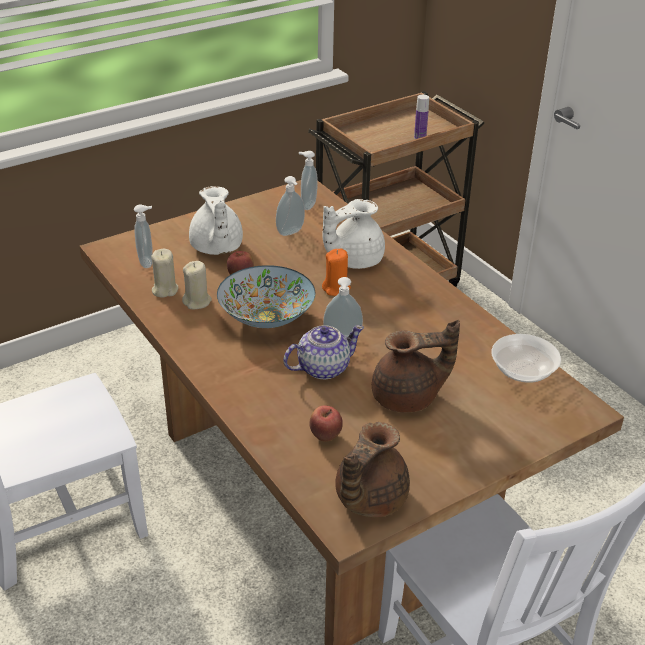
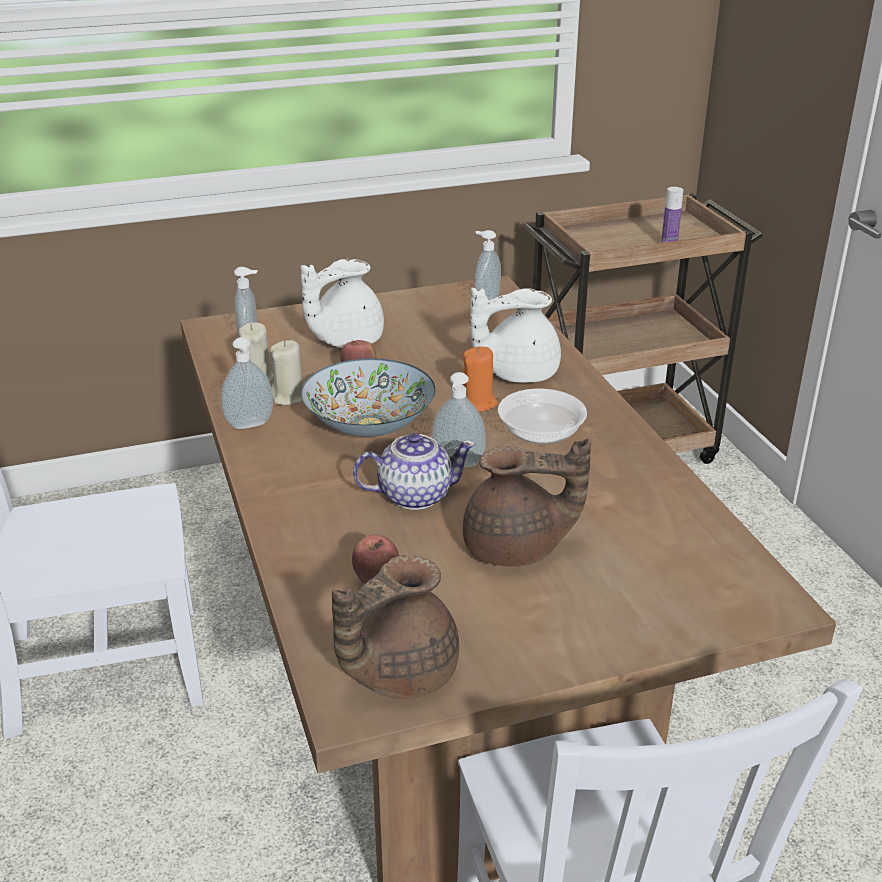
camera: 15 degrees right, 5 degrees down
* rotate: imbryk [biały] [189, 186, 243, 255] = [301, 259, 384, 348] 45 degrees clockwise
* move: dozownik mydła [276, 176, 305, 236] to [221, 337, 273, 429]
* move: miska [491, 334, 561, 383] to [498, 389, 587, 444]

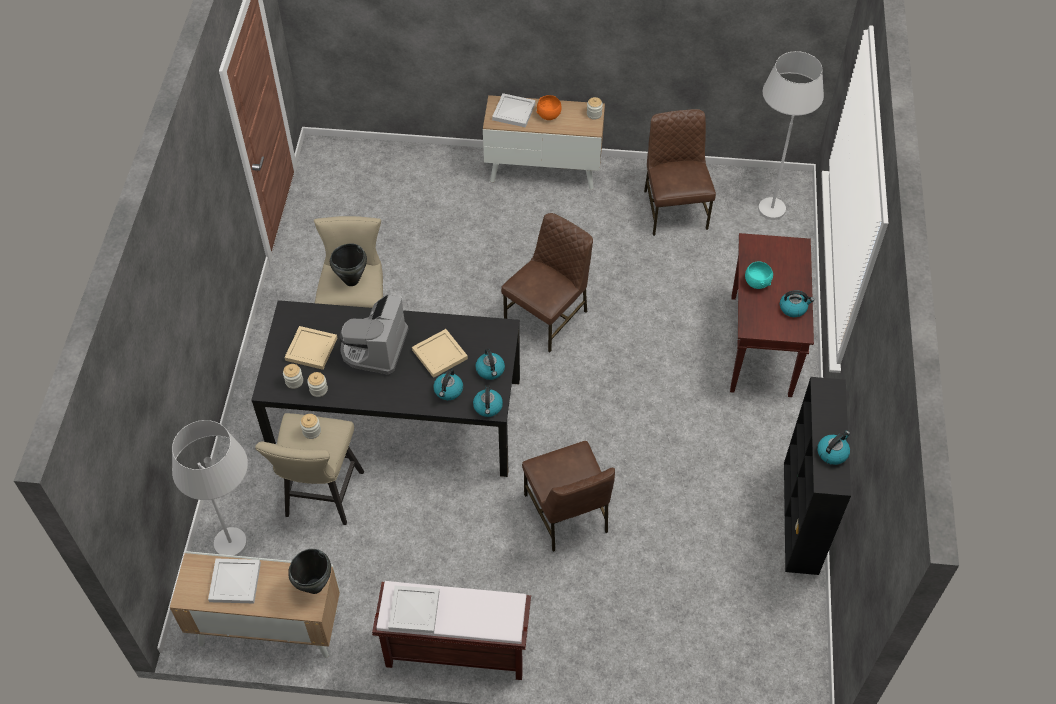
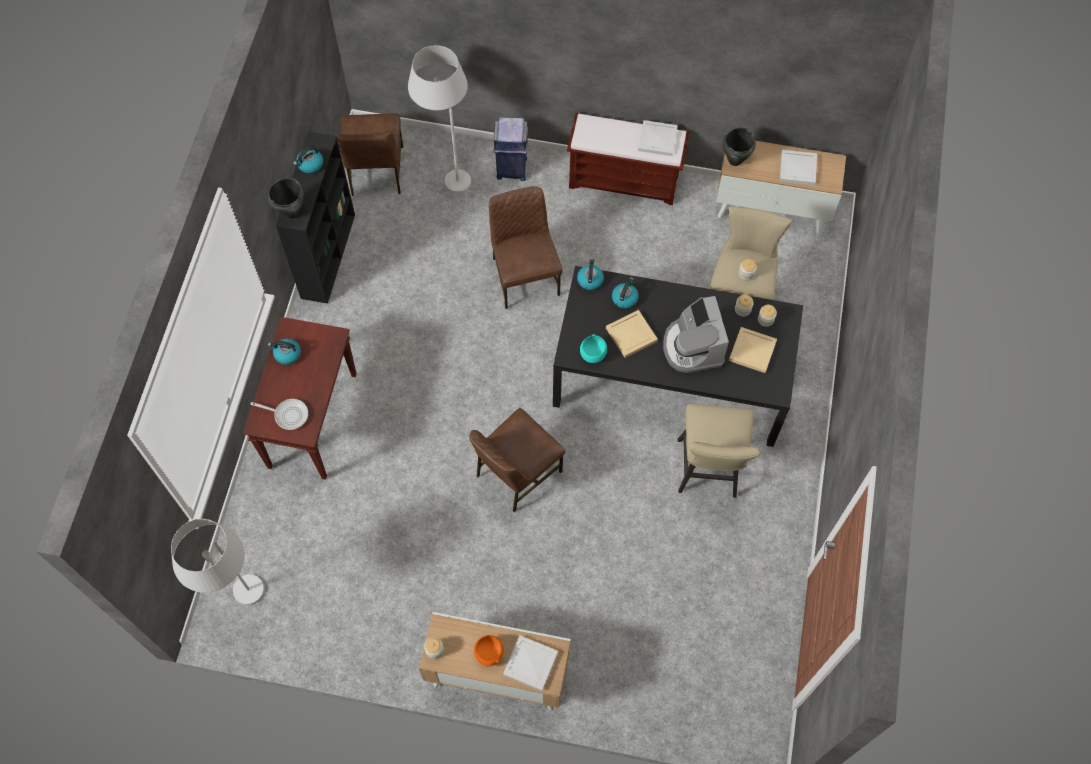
camera: 175 degrees left, 10 degrees up
* move: lampa stojąca [biały] [172, 420, 248, 556] to [408, 45, 471, 193]
* move: garnek [czarny] [330, 243, 367, 286] to [268, 178, 305, 219]
* rotate: ekspres do kawy [340, 294, 409, 375] = [663, 296, 729, 373] 150 degrees clockwise
* delete: czajnik [475, 348, 505, 380]
* move: krzesło [brązowy] [644, 109, 716, 236] to [337, 113, 403, 196]
* move: miska [turkusowy] [745, 262, 773, 289] to [580, 334, 607, 363]
* insert: patelnia [250, 399, 308, 430]
* insert: kosz na śmieci [niebieski] [494, 117, 528, 181]

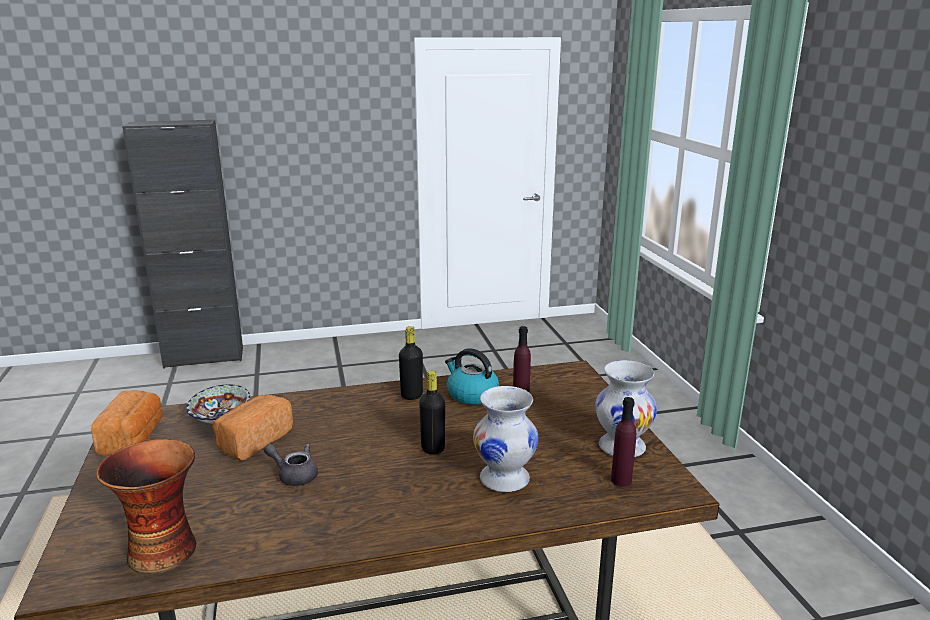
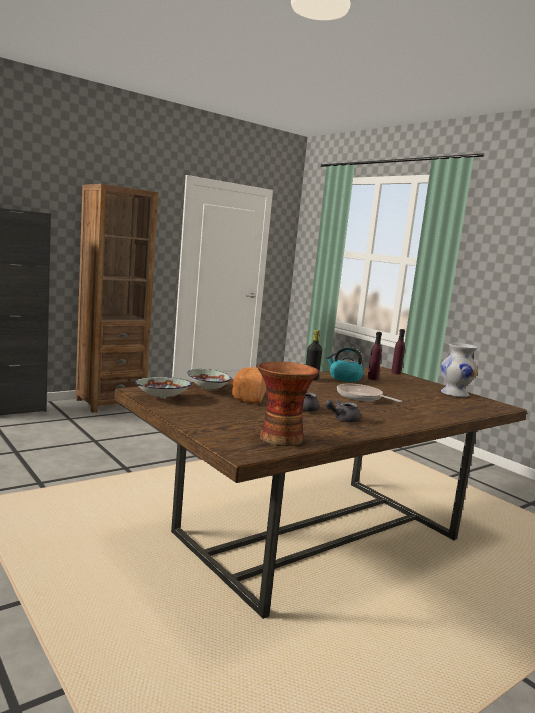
camera: 25 degrees left, 10 degrees down
* replace: chleb [91, 391, 163, 456] to miska [135, 377, 192, 399]
* replace: butelka [czarny] [419, 371, 445, 455] to patelnia [337, 384, 402, 402]
* delete: wazon [biały] [473, 386, 538, 492]
* move: butelka [fioletowy] [611, 397, 636, 487] to [391, 329, 405, 374]
* insert: regał [brązowy] [75, 184, 158, 413]
* insert: imbryk [szary] [325, 399, 361, 423]

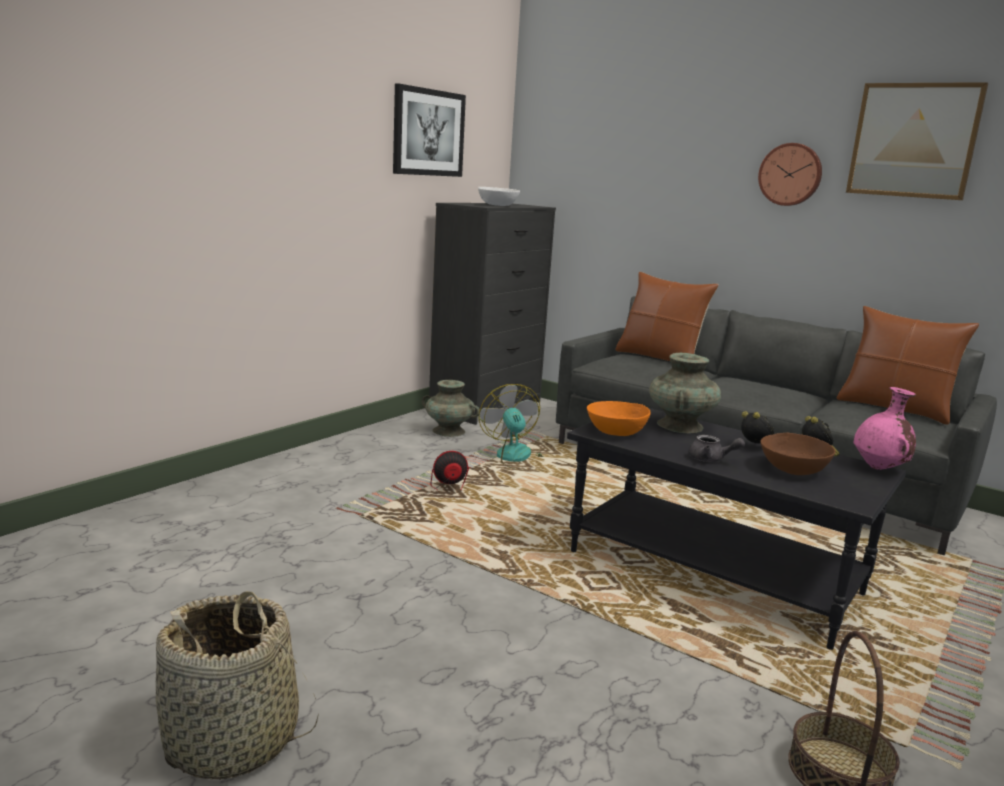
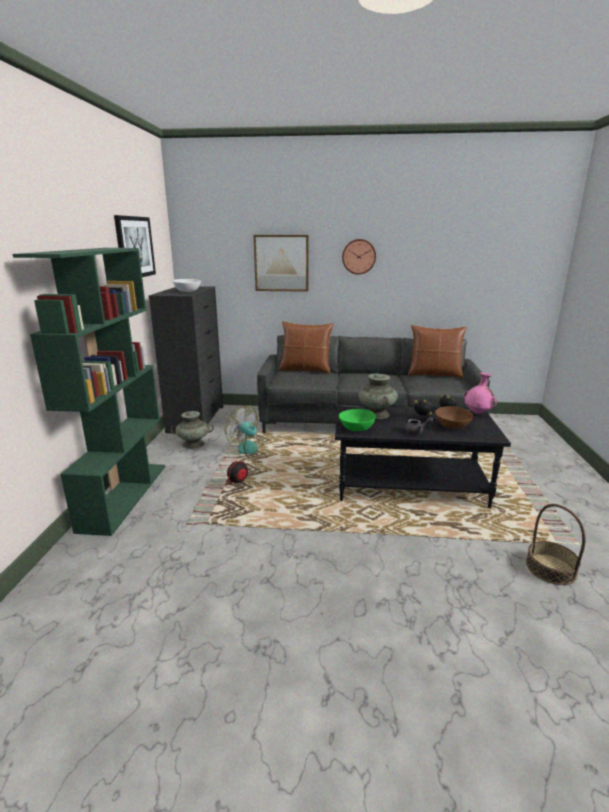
camera: 30 degrees left, 5 degrees up
* delete: koszyk [156, 591, 319, 780]
* recolor: miska [pomarańczowy] [587, 401, 650, 436] to miska [zielony] [339, 409, 376, 431]
* move: obraz [846, 82, 988, 200] to [253, 235, 309, 292]
* insert: regał [zielony] [13, 248, 166, 536]

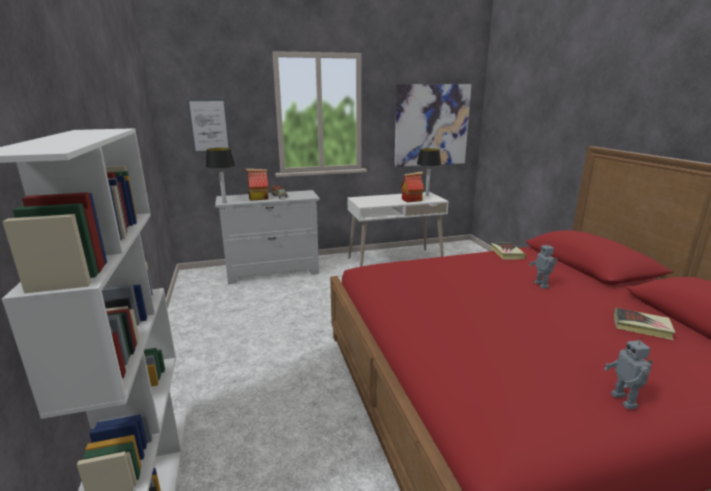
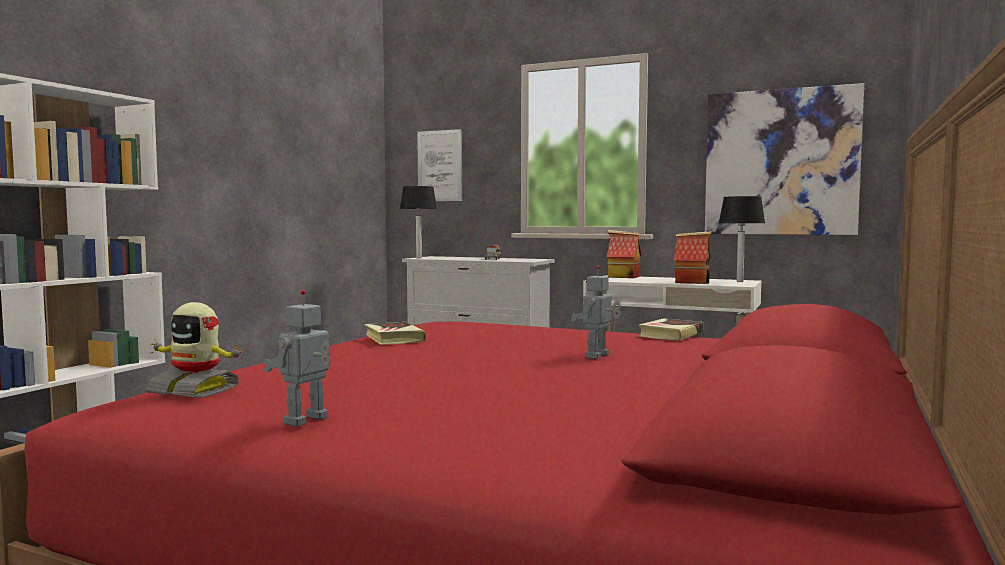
camera: 40 degrees right, 15 degrees down
* move: domek [245, 169, 269, 201] to [607, 230, 642, 278]
* move: książka [614, 308, 676, 340] to [365, 322, 426, 345]
* insert: robot zabawkowy [146, 302, 245, 397]

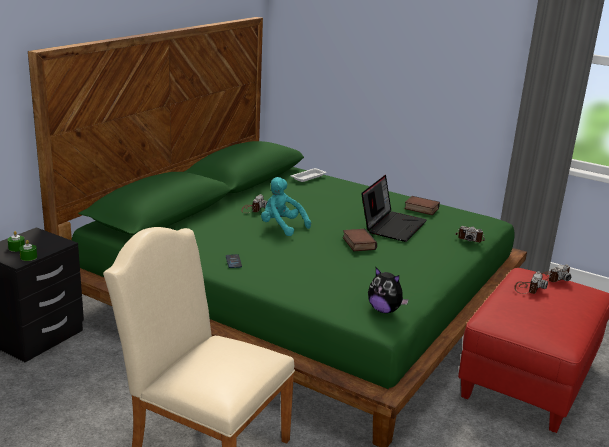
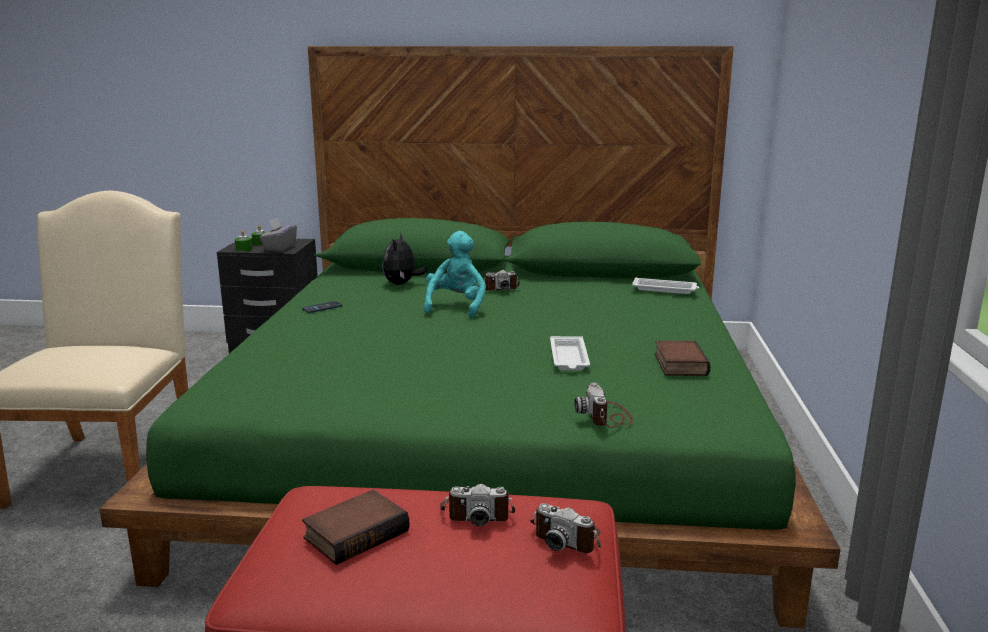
camera: 65 degrees right, 5 degrees down
* move: książka [343, 229, 377, 251] to [302, 489, 410, 565]
* replace: laptop [361, 175, 427, 242] to taca [biały] [550, 336, 590, 370]
* move: pluszak [368, 268, 409, 313] to [382, 233, 427, 285]
* insert: pudełko chusteczek [szary] [260, 218, 297, 252]

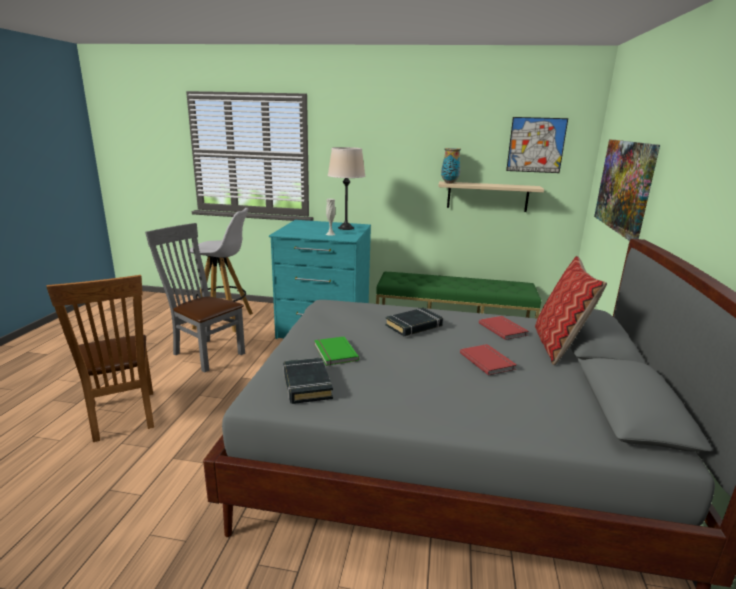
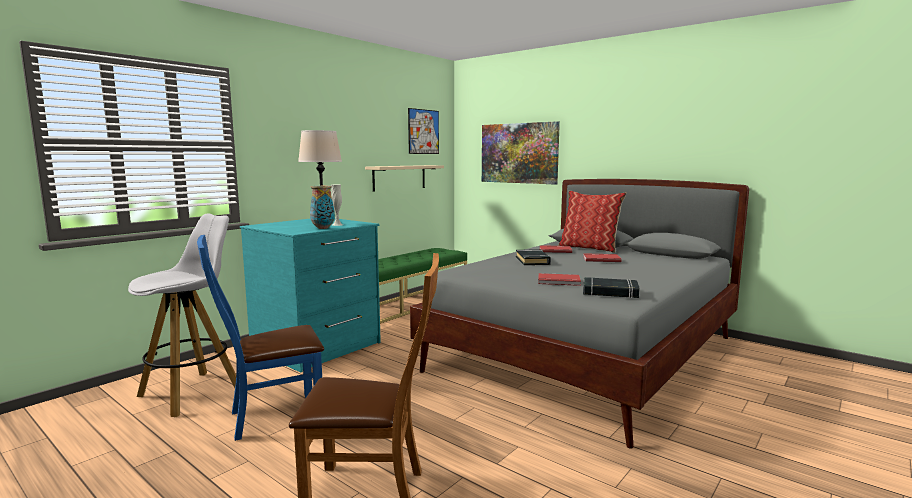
camera: 60 degrees left, 10 degrees down
* recolor: krzesło [szary] [145, 223, 245, 372] to krzesło [niebieski] [197, 235, 324, 441]
* recolor: książka [zielony] [314, 337, 359, 366] to książka [czerwony] [538, 273, 581, 286]
* move: wazon [441, 148, 461, 183] to [310, 186, 335, 229]

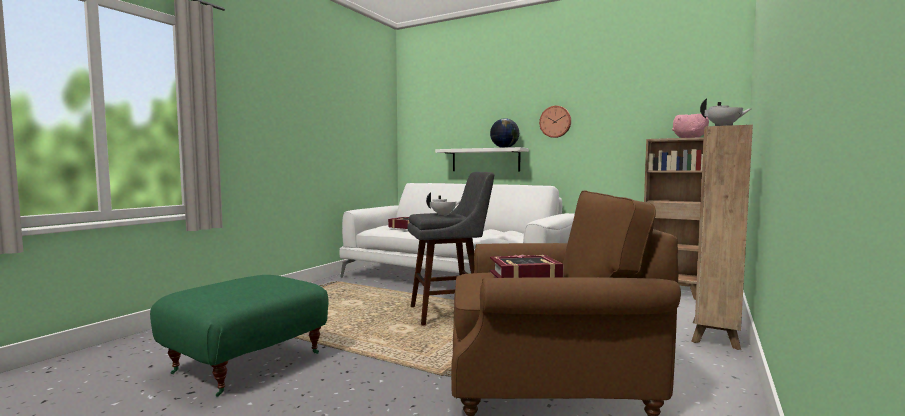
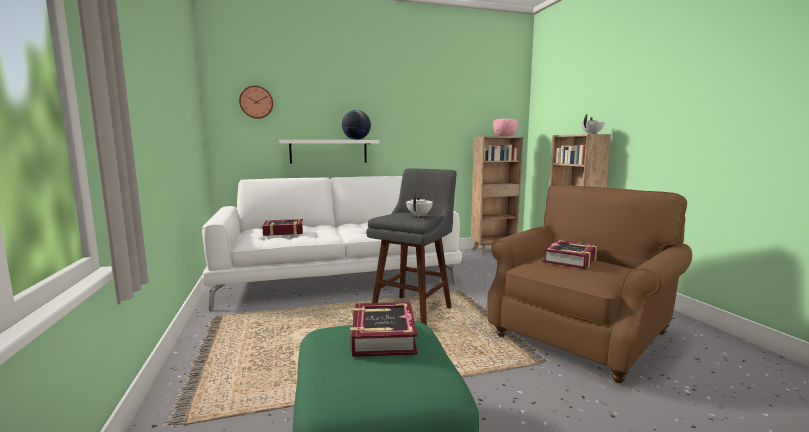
camera: 45 degrees left, 5 degrees up
* move: zegar ścienny [539, 106, 571, 138] to [239, 85, 273, 119]
* insert: książka [350, 302, 417, 357]

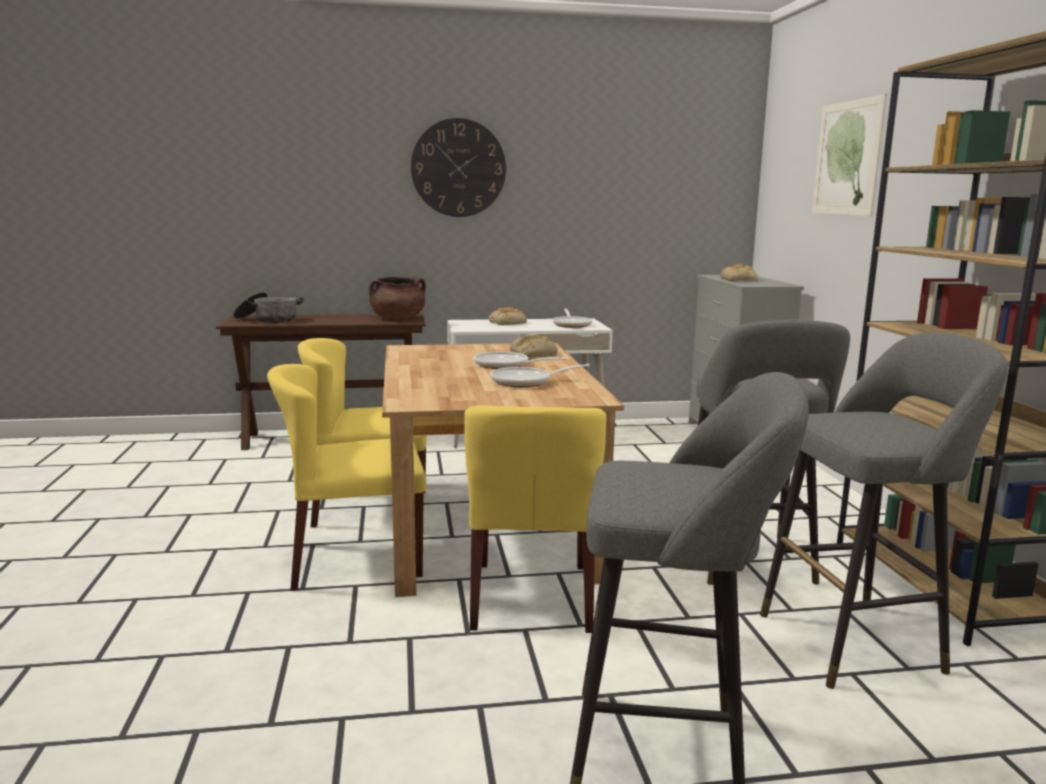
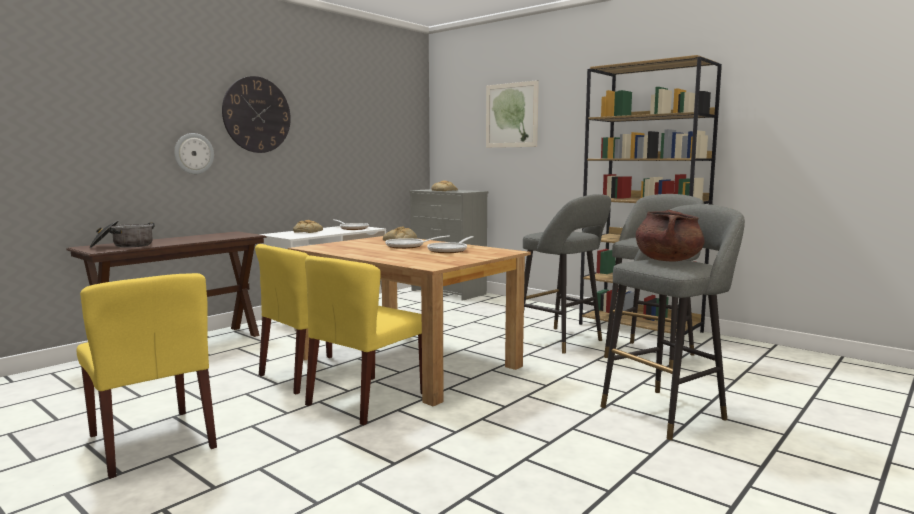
camera: 40 degrees left, 5 degrees down
* move: garnek [brązowy] [369, 277, 426, 319] to [636, 210, 705, 262]
* move: krzesło [żółty] [464, 406, 606, 633] to [77, 273, 217, 479]
* insert: zegar ścienny [174, 133, 214, 174]

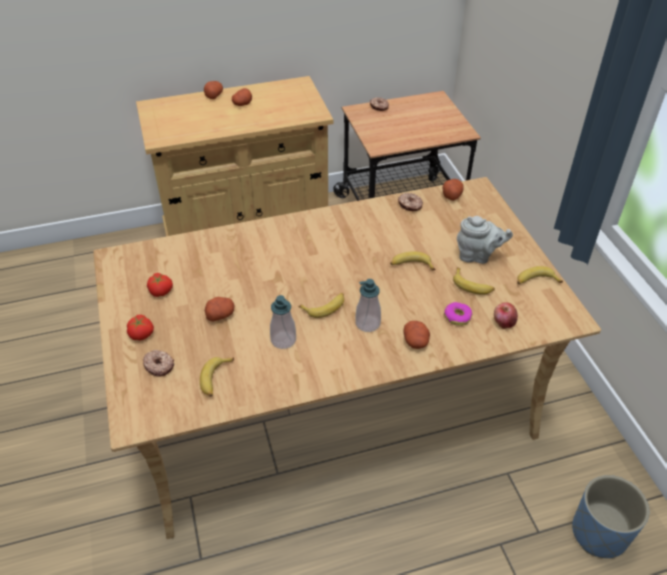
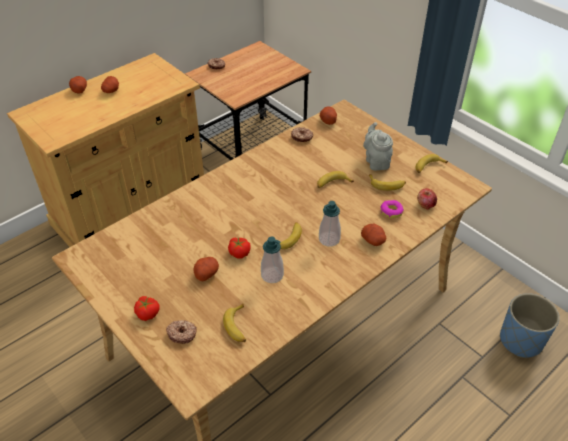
camera: 25 degrees left, 0 degrees up
* move: pomidor [147, 273, 173, 297] to [228, 238, 251, 259]
* rotate: imbryk [szary] [457, 216, 513, 264] = [363, 122, 393, 171] 90 degrees counterclockwise

